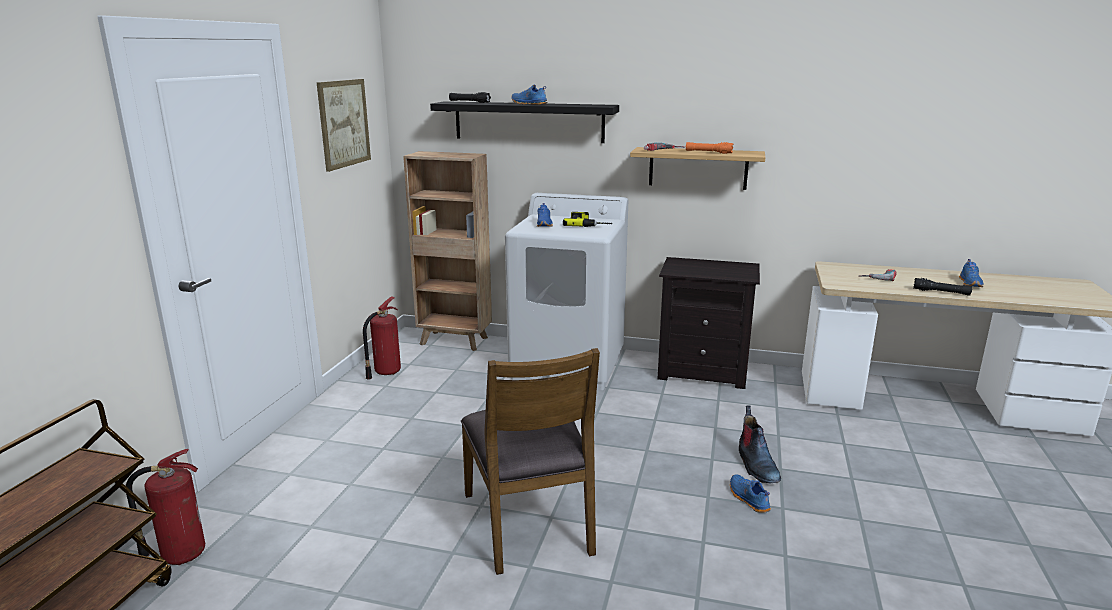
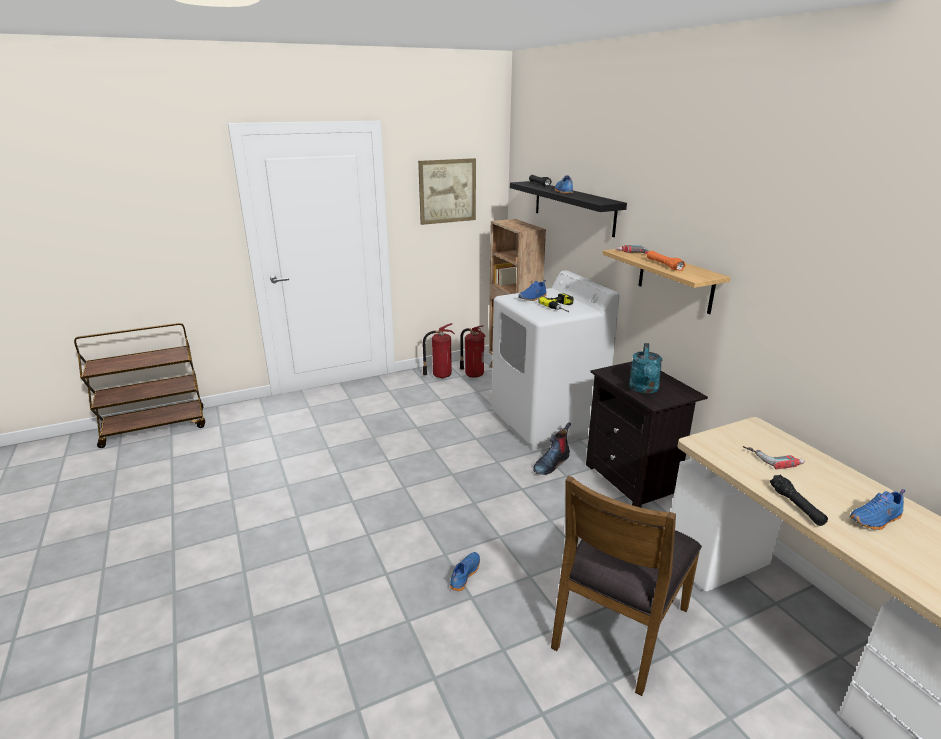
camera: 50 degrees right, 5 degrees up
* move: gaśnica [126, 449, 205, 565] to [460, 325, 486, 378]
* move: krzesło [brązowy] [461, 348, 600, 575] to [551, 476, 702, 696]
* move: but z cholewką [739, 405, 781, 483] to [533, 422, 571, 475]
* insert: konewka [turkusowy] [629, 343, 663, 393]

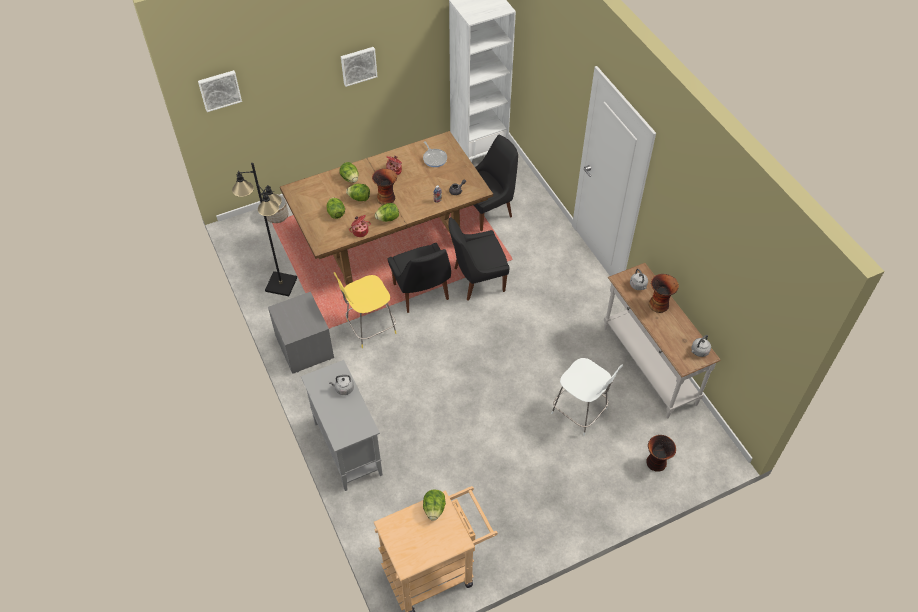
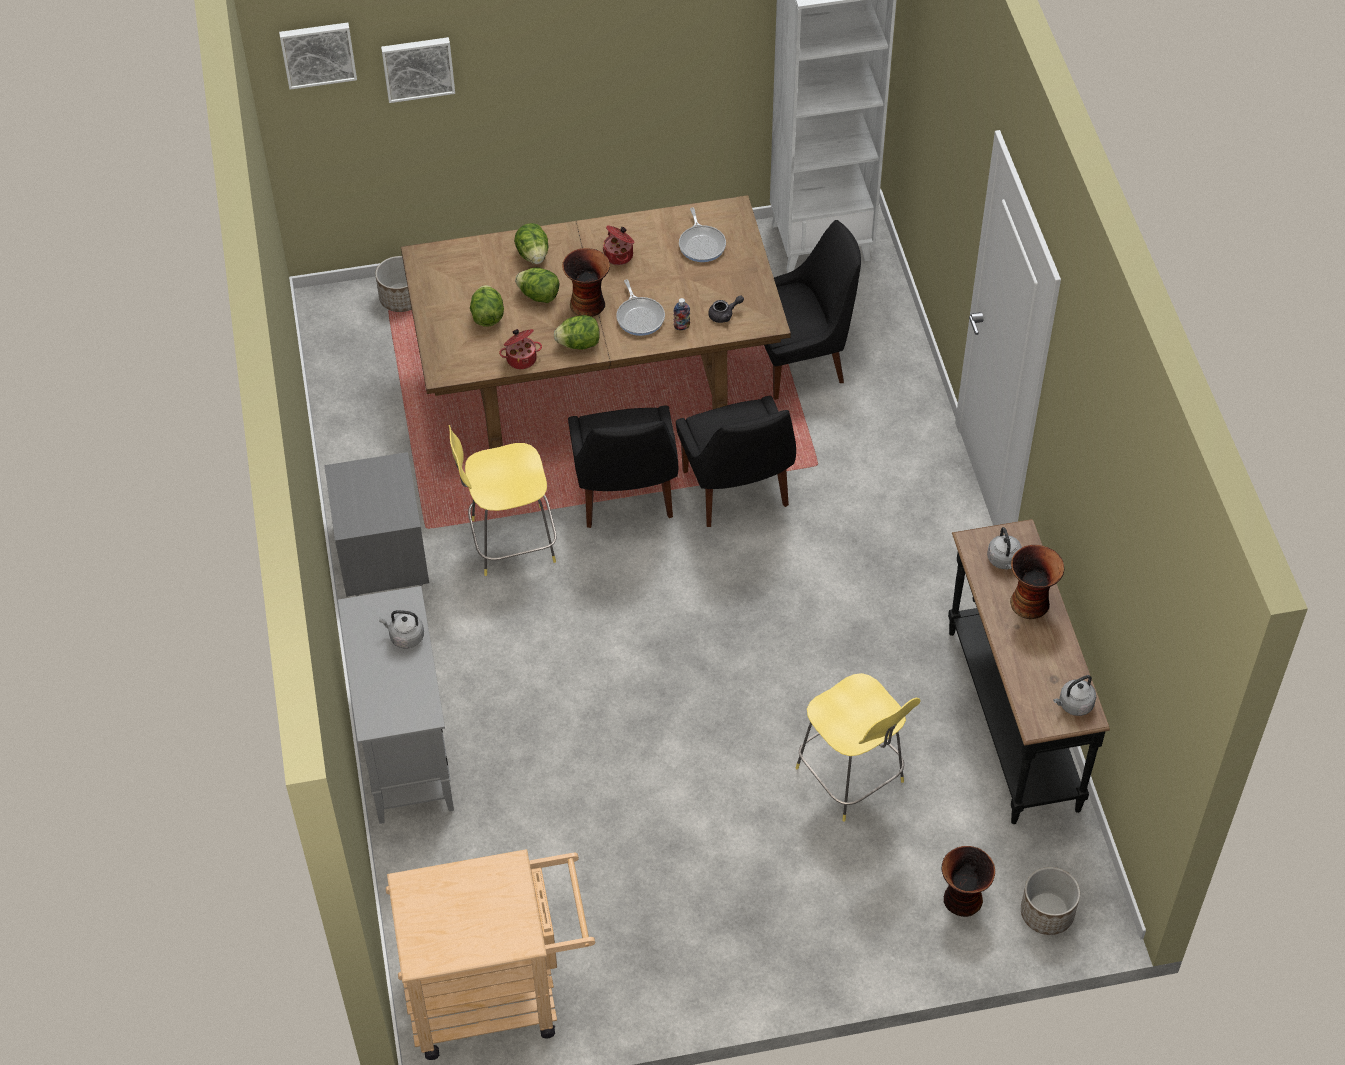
camera: 15 degrees right, 0 degrees up
* delete: lampa stojąca [czarny] [232, 163, 297, 296]
* move: obraz [341, 47, 377, 87] to [381, 37, 455, 103]
* delete: sałata [423, 490, 446, 521]
* rotate: krzesło [czarny] [449, 217, 510, 301] = [676, 396, 796, 527] 105 degrees counterclockwise
* recolor: stołek [biały] [551, 358, 623, 436] to stołek [żółty] [796, 673, 920, 822]
* recolor: stolik konsolowy [biały] [604, 263, 720, 418] to stolik konsolowy [czarny] [948, 519, 1110, 824]
* insert: patelnia [616, 279, 665, 336]
* insert: donica [1021, 867, 1080, 935]

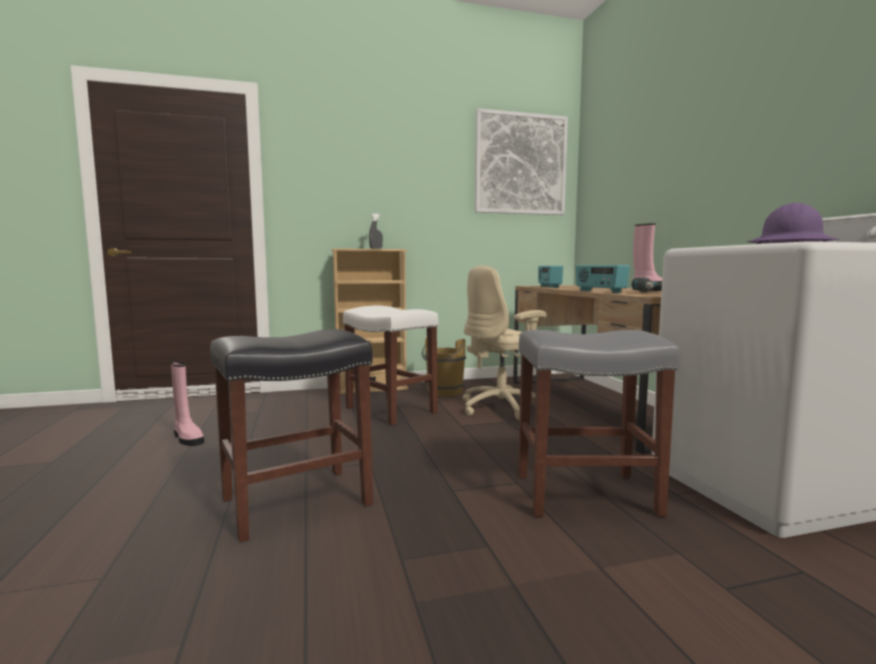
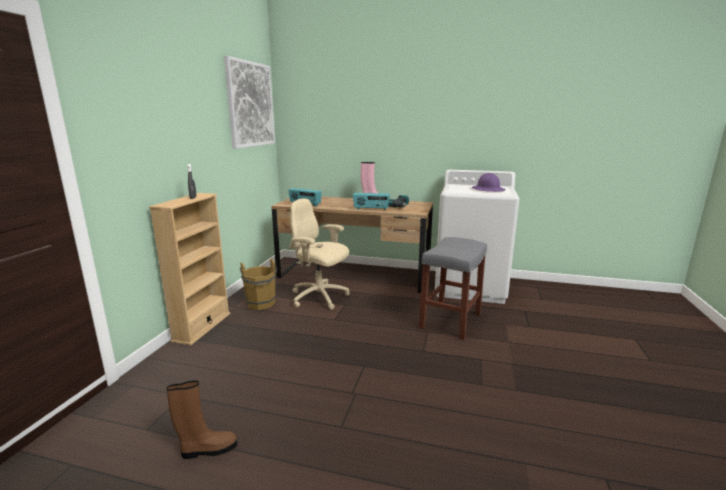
camera: 60 degrees left, 10 degrees up
* recolor: but z cholewką [różowy] [171, 361, 204, 446] to but z cholewką [brązowy] [167, 380, 237, 459]
* delete: stołek [czarny] [210, 329, 373, 542]
* delete: stołek [biały] [343, 306, 438, 426]
* rotate: krzesło biurowe [beżowy] [462, 266, 547, 420] = [290, 198, 350, 310] 120 degrees clockwise

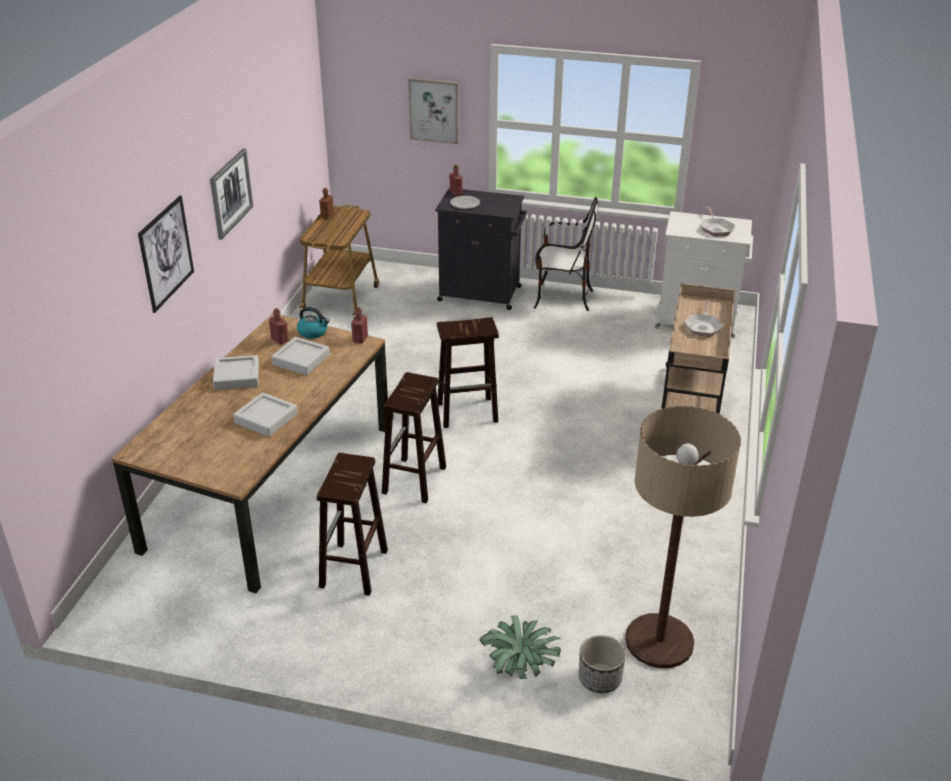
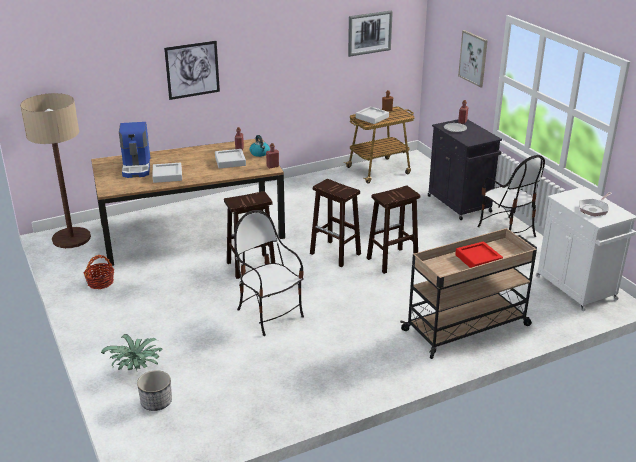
camera: 50 degrees right, 5 degrees down
* move: obraz [210, 148, 253, 240] to [348, 10, 393, 57]
* move: taca [szary] [213, 355, 259, 390] to [356, 106, 389, 124]
* move: stołek [brązowy] [317, 453, 388, 596] to [367, 186, 420, 274]
* move: lampa stojąca [625, 406, 741, 668] to [20, 93, 91, 248]
* replace: patelnia [684, 300, 723, 337] to taca [czerwony] [455, 241, 503, 268]
* insert: koszyk [83, 255, 115, 289]
* insert: ekspres do kawy [119, 122, 150, 178]
* insert: krzesło [234, 210, 304, 336]

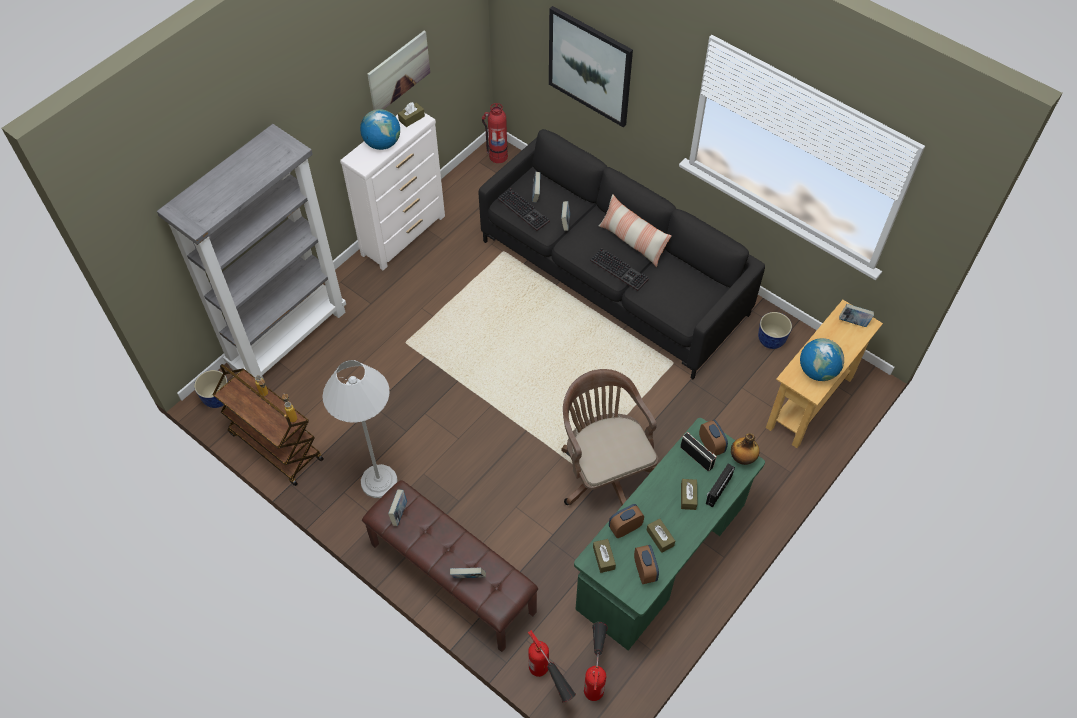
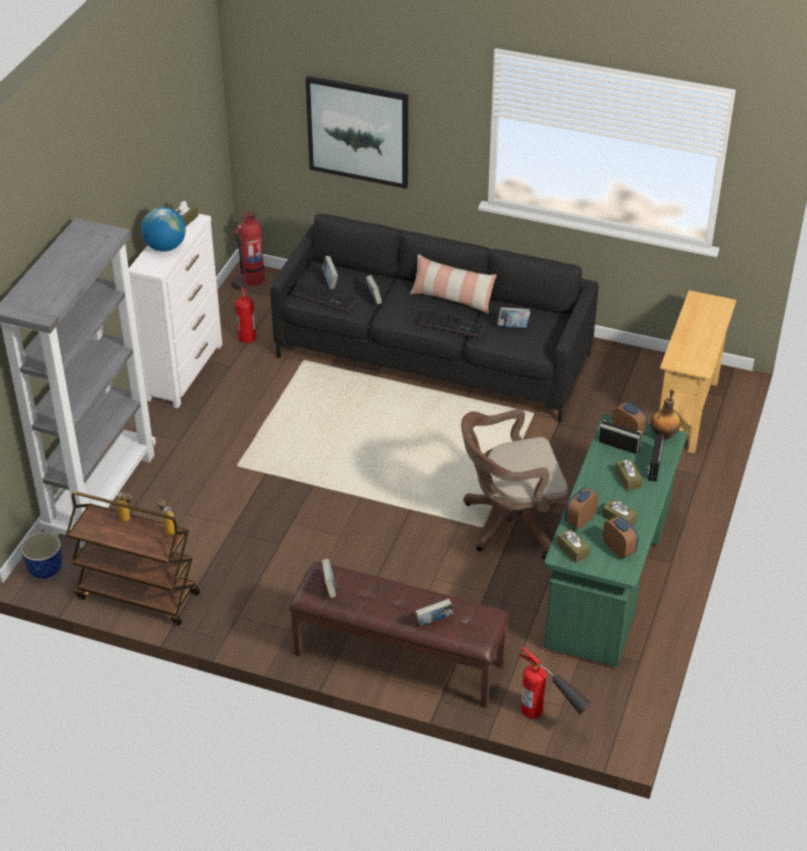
camera: 20 degrees left, 15 degrees down
* delete: lampa stojąca [biały] [323, 360, 398, 498]
* delete: obraz [367, 31, 430, 110]
* rotate: krzesło biurowe [brązowy] [561, 369, 658, 506] = [461, 409, 568, 560] 60 degrees counterclockwise
* move: gaśnica [584, 622, 608, 701] to [231, 276, 256, 343]
* delete: donica [758, 312, 792, 349]
* delete: globus [800, 338, 844, 381]
* move: książka [839, 304, 874, 327] to [497, 307, 530, 328]

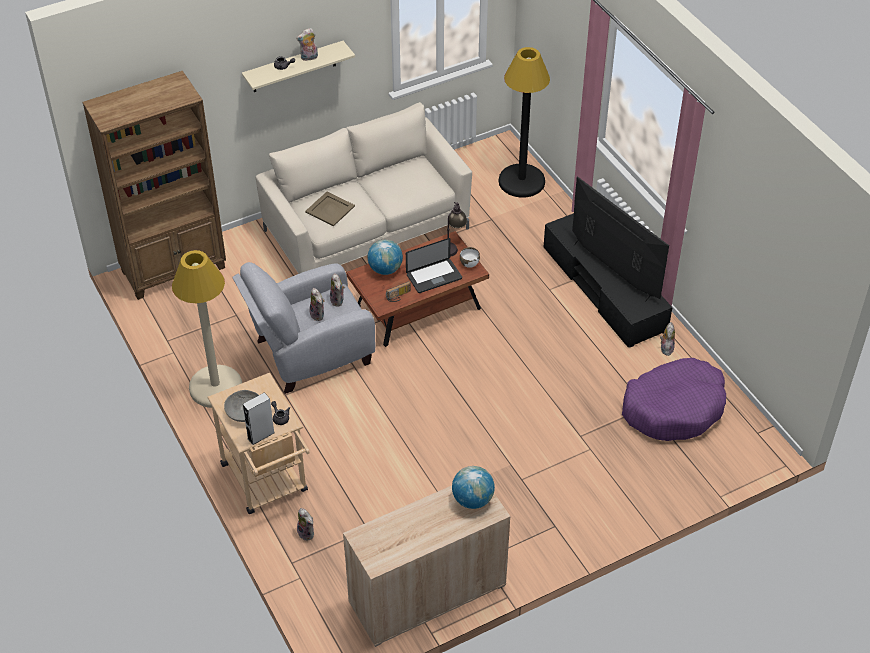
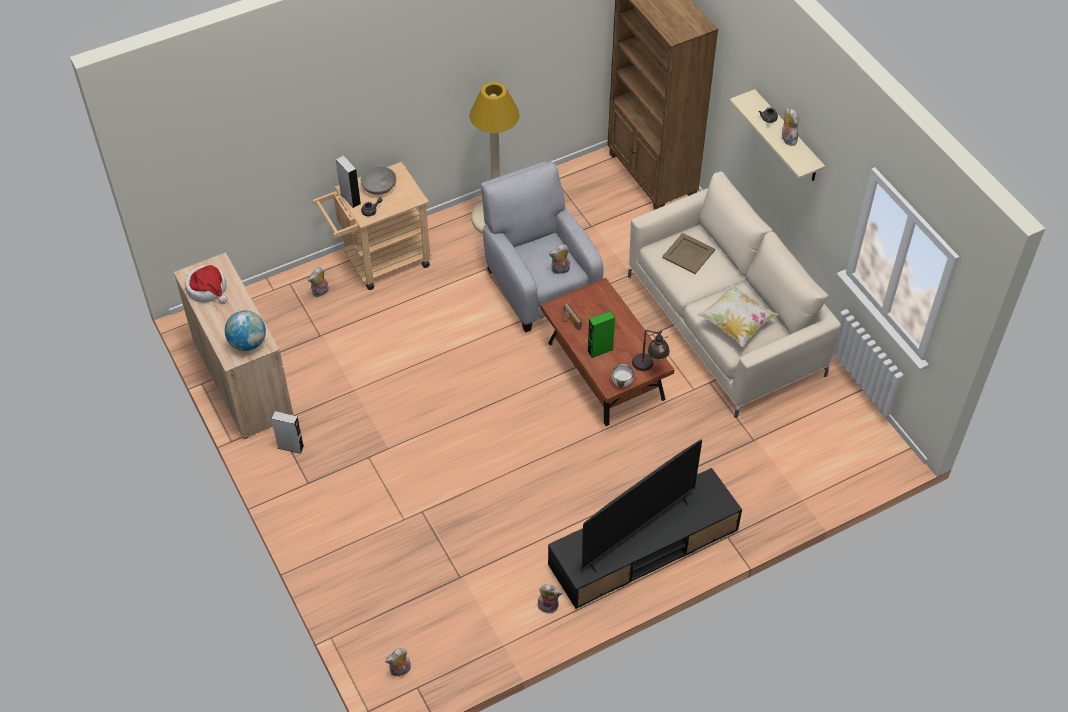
camera: 90 degrees right, 5 degrees up
* move: pluszak [309, 288, 325, 321] to [385, 648, 411, 677]
* delete: globus [368, 240, 403, 275]
* replace: laptop [406, 238, 462, 293] to głośnik [zielony] [587, 311, 615, 358]
* delete: lampa stojąca [czarny] [499, 47, 550, 198]
* delete: legowisko [fioletowy] [622, 358, 726, 441]
* insert: kapelusz [185, 265, 227, 304]
* insert: głośnik [szary] [271, 411, 304, 454]
* insert: poduszka [697, 284, 778, 347]

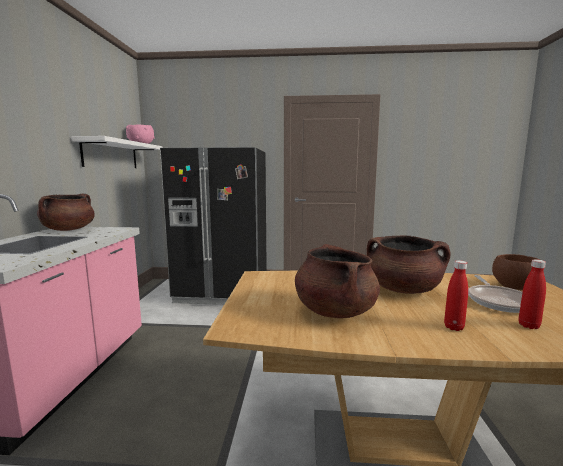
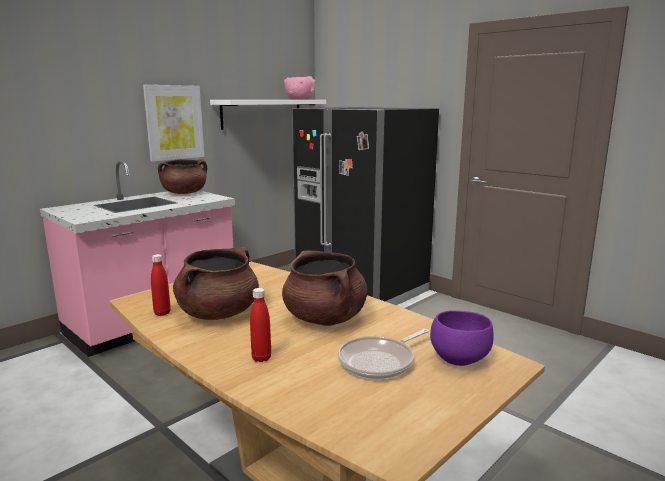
camera: 40 degrees right, 5 degrees up
* recolor: miska [brązowy] [492, 254, 540, 290] to miska [fioletowy] [430, 310, 494, 366]
* move: butelka [czerwony] [518, 259, 546, 329] to [151, 254, 171, 316]
* insert: obraz [143, 85, 204, 162]

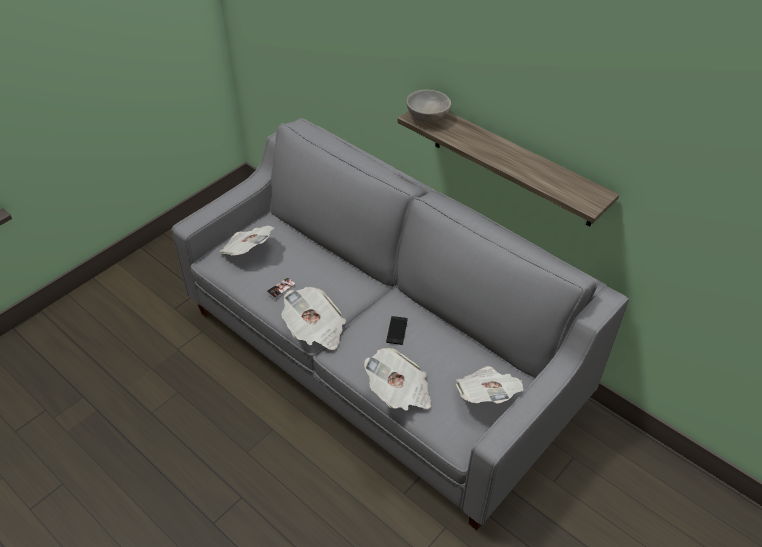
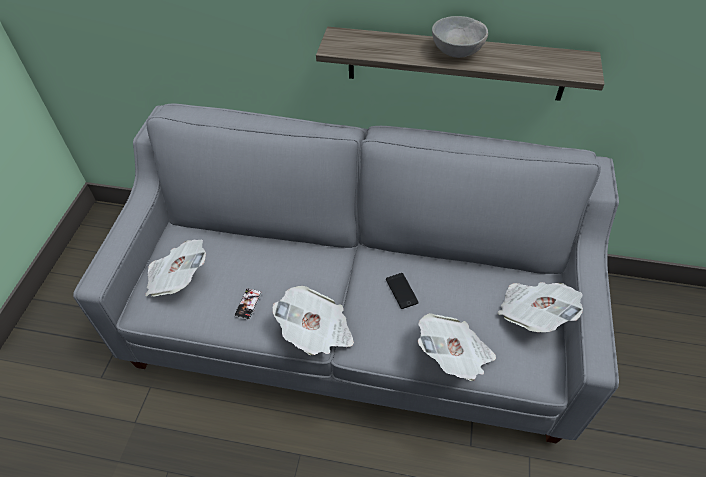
camera: 30 degrees left, 5 degrees up
* move: miska [szary] [406, 90, 451, 123] to [432, 16, 488, 58]

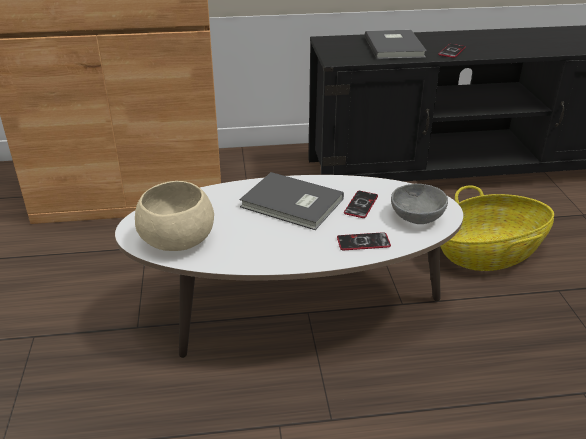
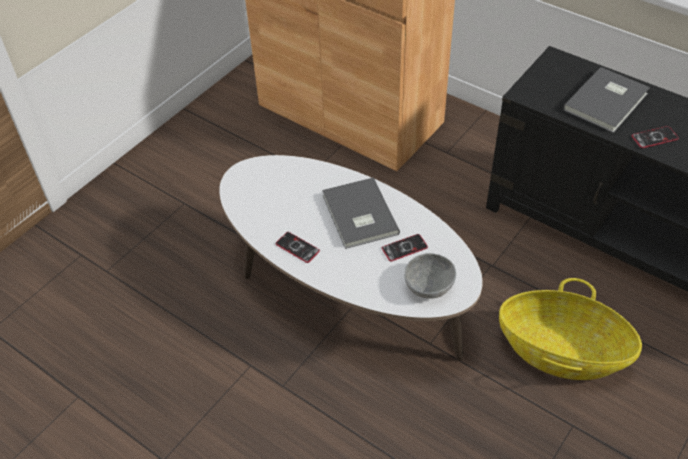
camera: 45 degrees right, 15 degrees up
* delete: miska [beżowy] [135, 181, 214, 251]
* move: telefon [337, 232, 391, 250] to [275, 232, 320, 263]

